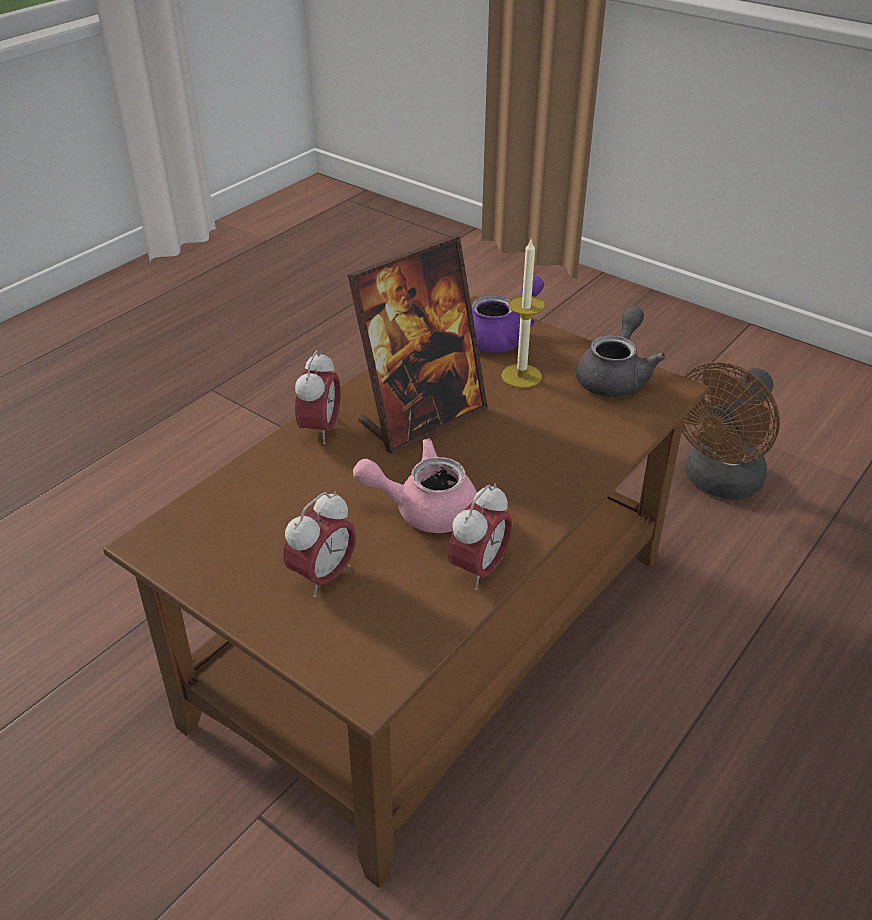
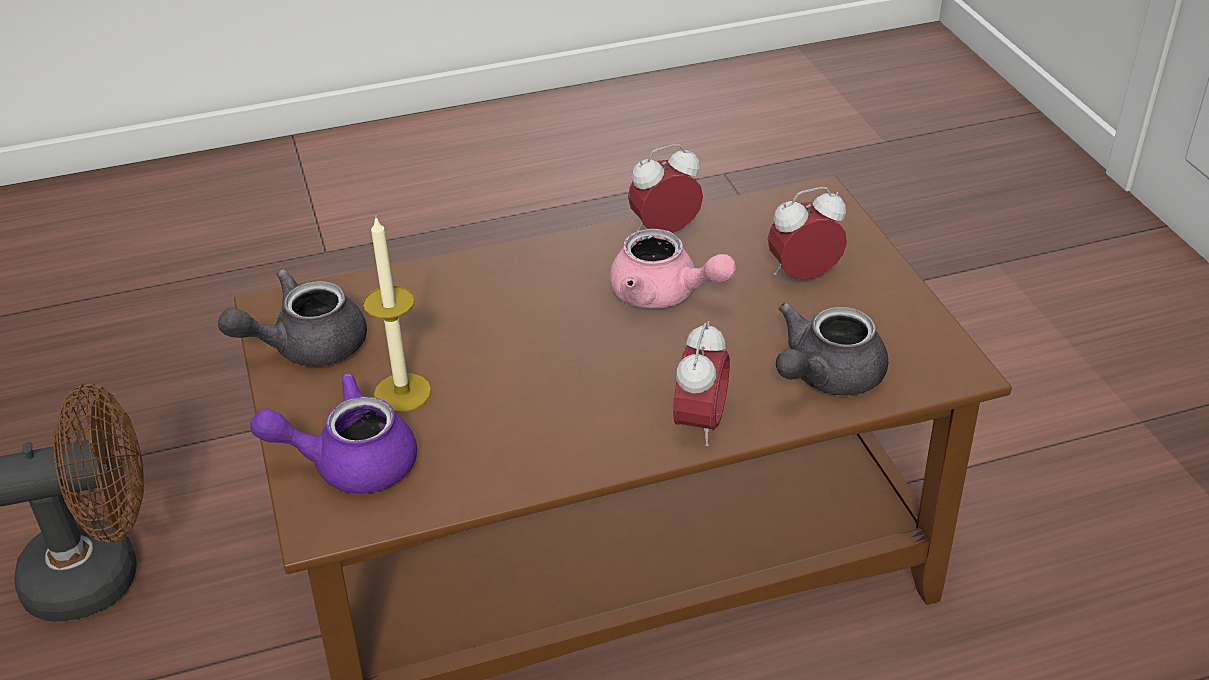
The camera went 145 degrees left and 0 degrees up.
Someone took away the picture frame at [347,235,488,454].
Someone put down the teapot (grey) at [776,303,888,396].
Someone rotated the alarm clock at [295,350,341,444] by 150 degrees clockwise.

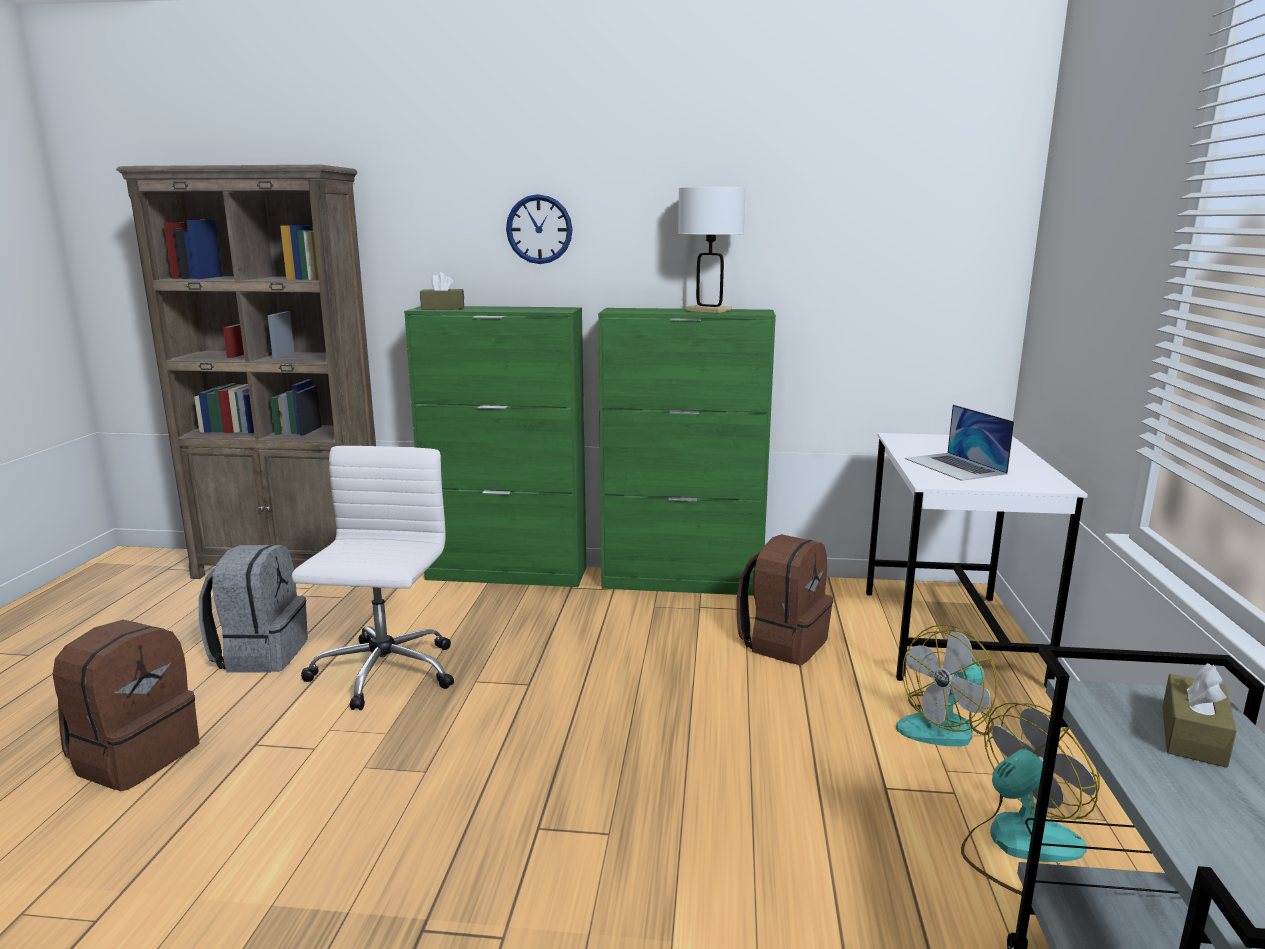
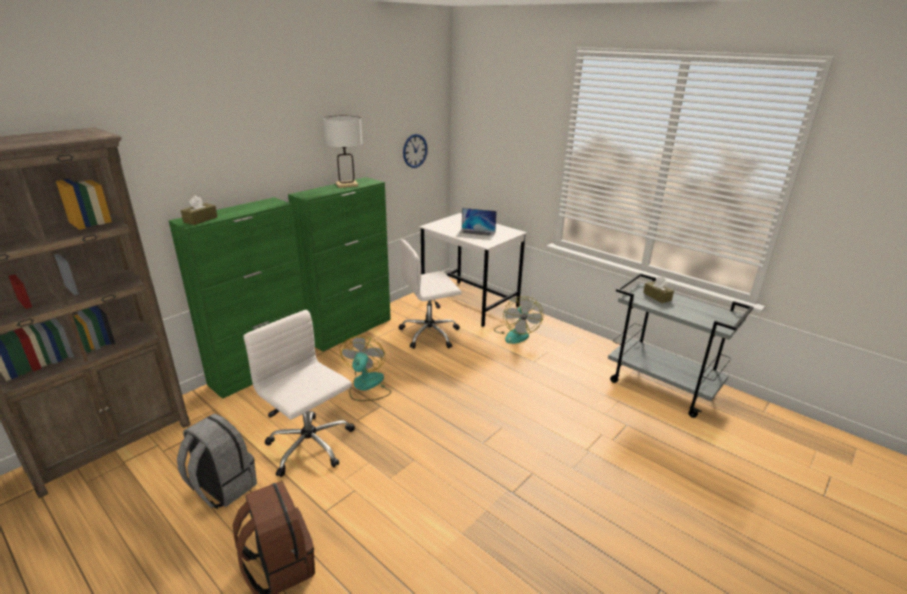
The camera went 55 degrees left and 10 degrees up.
Someone carried the wall clock from [506,194,573,264] to [403,134,428,168].
Someone carried the fan from [961,702,1100,895] to [340,336,391,401].
Someone swapped the backpack (brown) at [737,534,833,665] for the office chair (white) at [399,239,461,349].

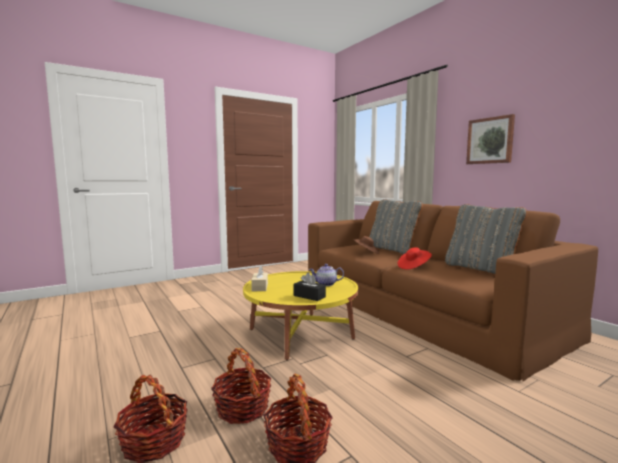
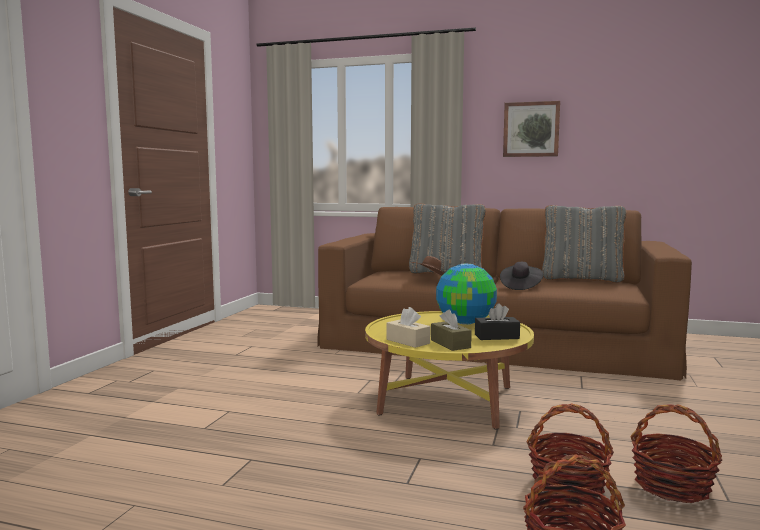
The camera went 40 degrees left and 0 degrees up.
Someone put down the tissue box (brown) at [431,309,472,351].
Someone swapped the teapot at [309,264,344,286] for the globe at [436,264,497,325].
Someone repainted the hat (red) at [397,247,432,269], which became the hat (black) at [500,262,543,290].

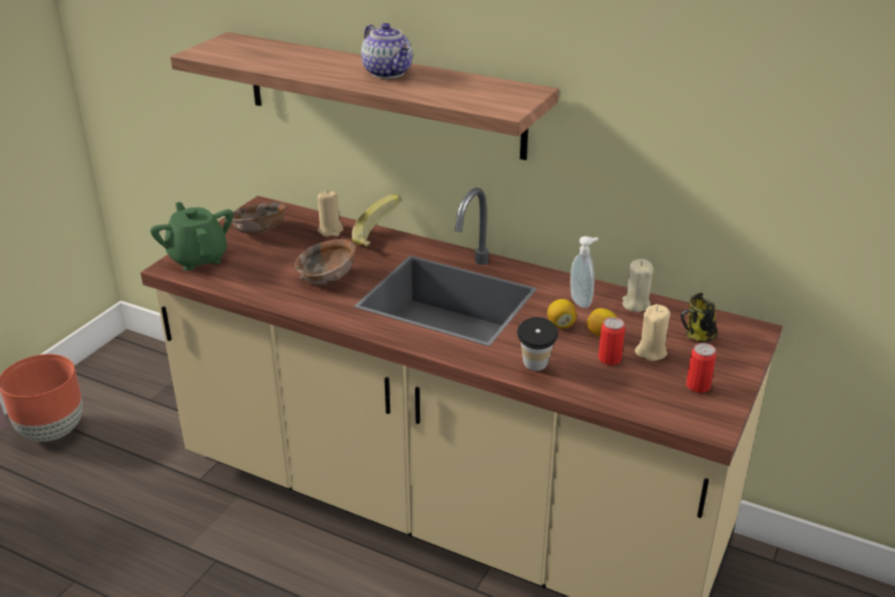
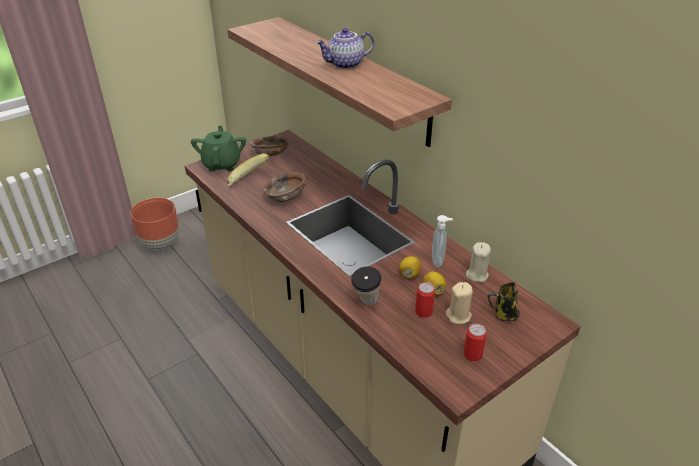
The camera went 25 degrees right and 5 degrees up.
Someone took away the candle (beige) at [318,190,343,237].
Someone carried the banana from [351,194,401,247] to [227,153,269,187].
Someone rotated the teapot at [361,23,413,79] by 75 degrees clockwise.

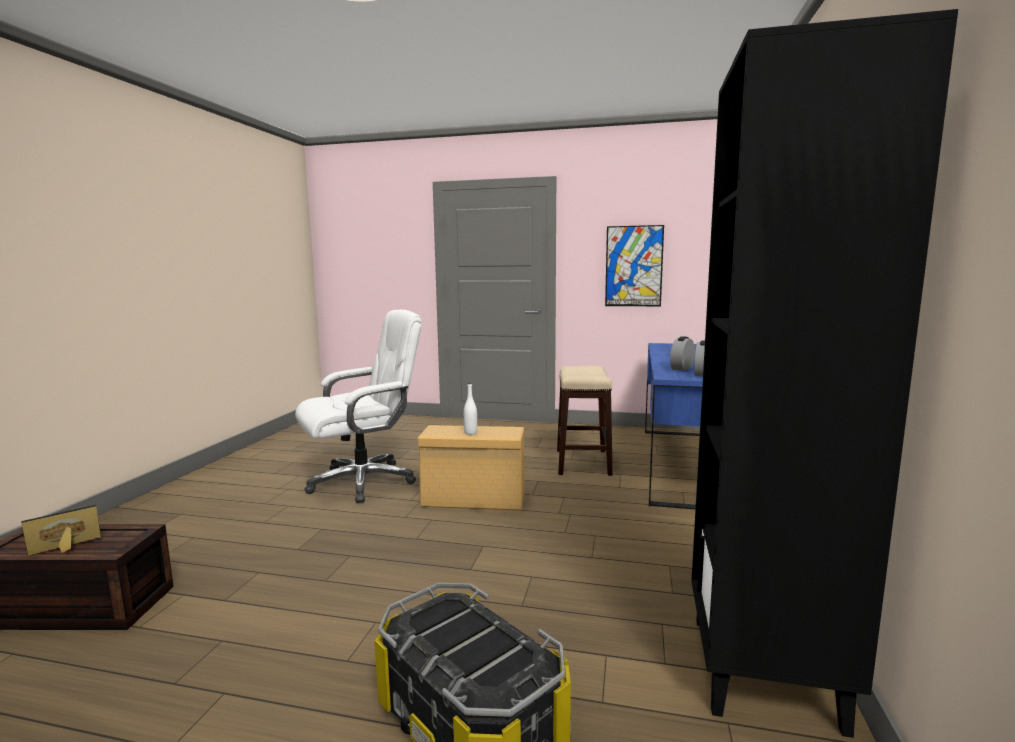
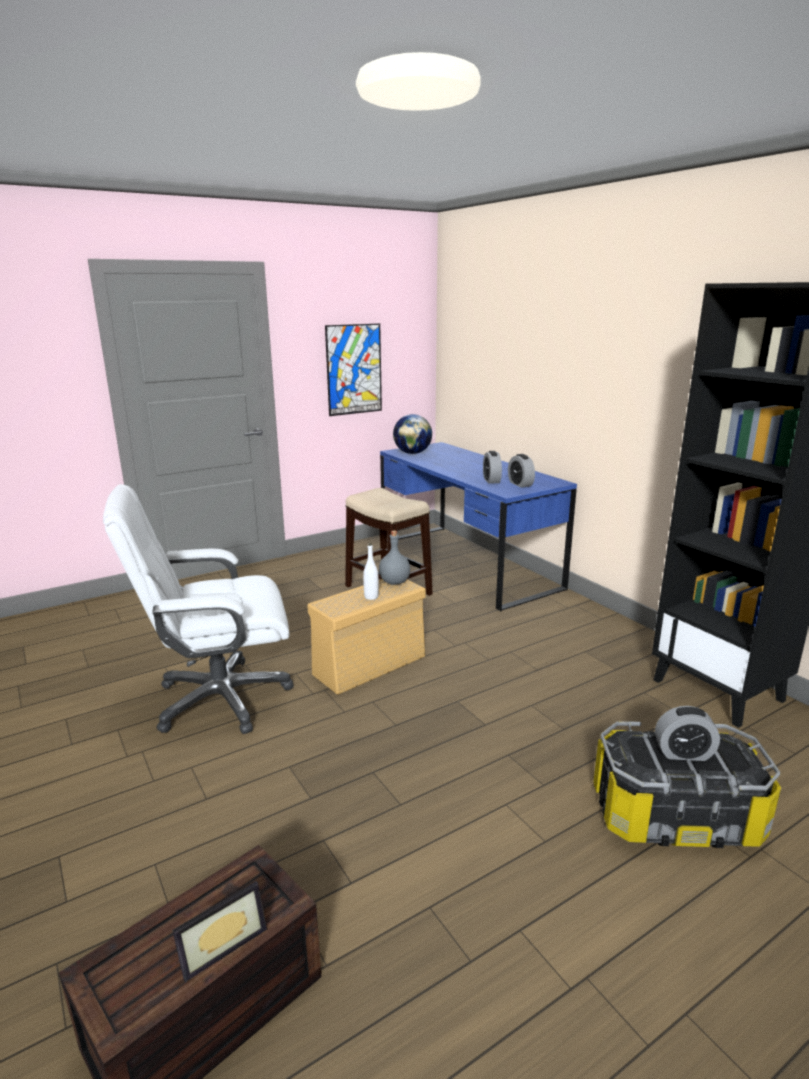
The camera went 45 degrees left and 10 degrees up.
Someone put down the bottle (grey) at [379,530,410,585].
Someone put down the globe at [393,414,432,454].
Someone put down the alarm clock at [655,706,720,761].
Someone rotated the picture frame at [21,505,101,556] by 135 degrees counterclockwise.
Someone rotated the office chair (white) at [295,310,422,503] by 120 degrees counterclockwise.

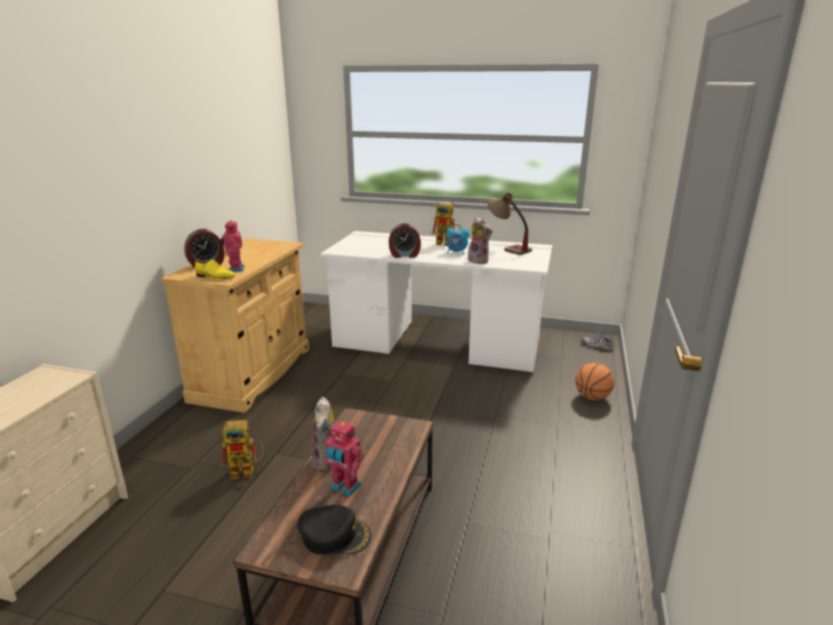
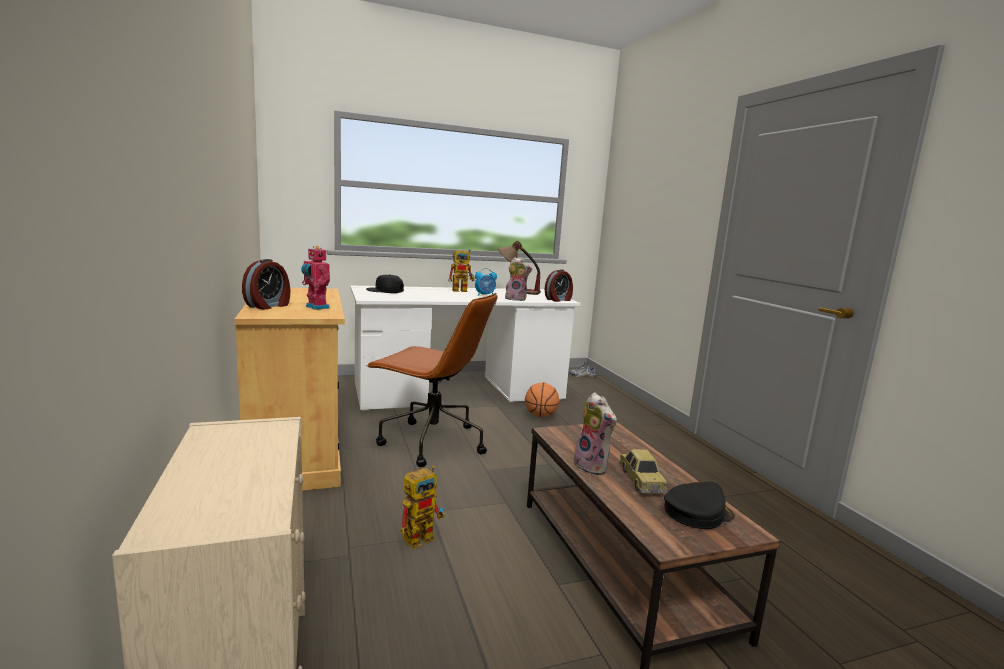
The camera went 35 degrees left and 10 degrees down.
Someone took away the shoe (yellow) at [195,259,235,279].
Someone put down the cap (black) at [366,275,404,293].
Someone put down the office chair (brown) at [366,293,498,467].
Someone carried the alarm clock from [389,223,421,258] to [545,269,573,302].
Someone carried the basketball from [575,363,614,400] to [525,382,559,417].
Someone swapped the toy robot at [323,421,364,496] for the toy car at [619,449,667,494].

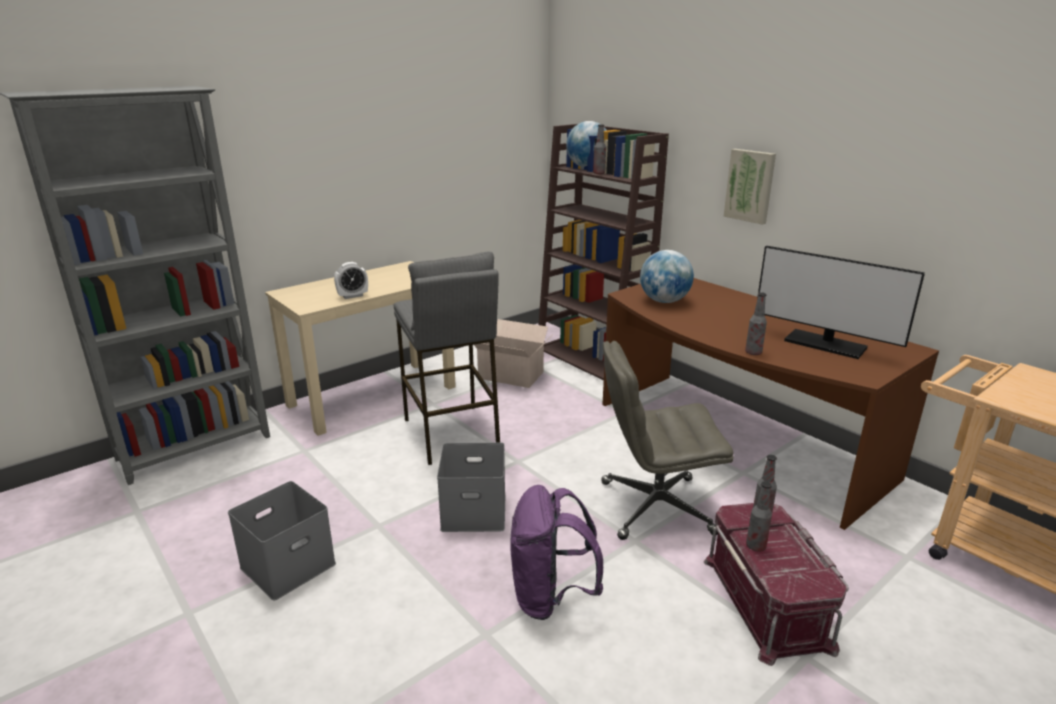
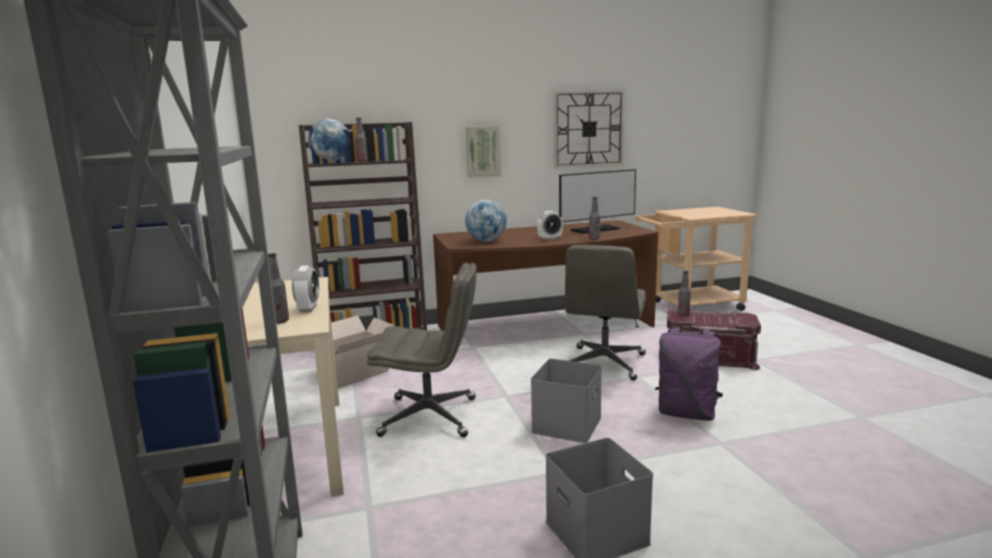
The camera went 65 degrees left and 10 degrees down.
Someone put down the alarm clock at [537,211,563,240].
Someone put up the wall clock at [554,90,625,169].
Someone carried the bottle from [746,481,772,552] to [268,253,289,324].
Someone swapped the stool (grey) at [393,252,500,465] for the office chair (grey) at [367,263,477,437].

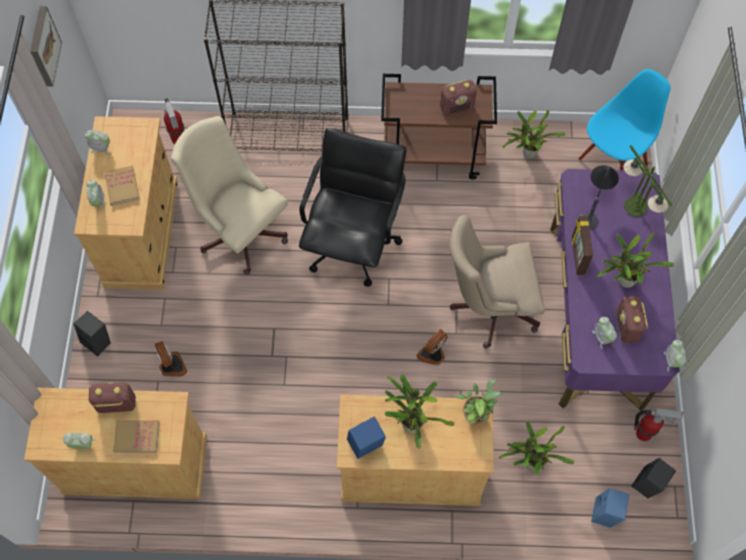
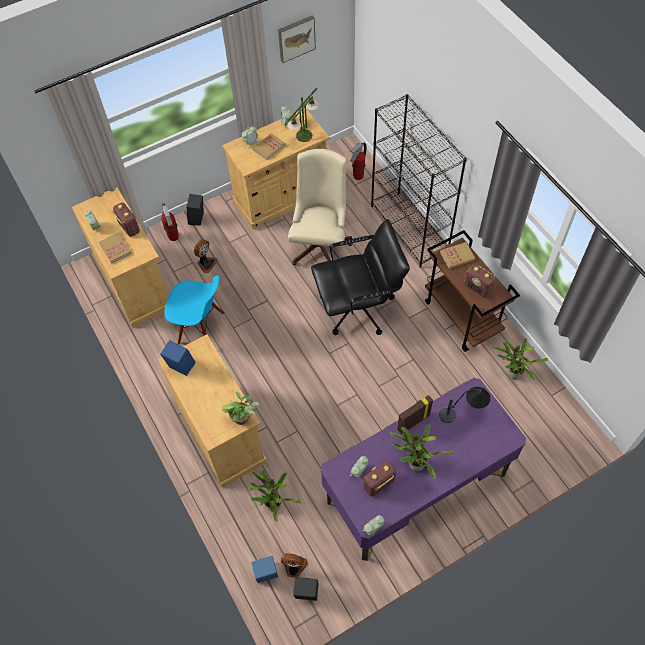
The camera went 60 degrees right and 5 degrees down.
Someone took away the potted plant at [385,375,454,449].
Someone took away the office chair (beige) at [449,215,545,349].
Someone put down the book at [440,242,475,269].
Someone carried the fan from [416,330,448,365] to [281,553,308,578].
Someone carried the chair (blue) from [578,69,671,170] to [164,275,225,344].
Someone carried the table lamp from [623,145,672,217] to [287,88,319,142].
Someone carried the fire extinguisher from [634,408,683,441] to [161,203,179,241].

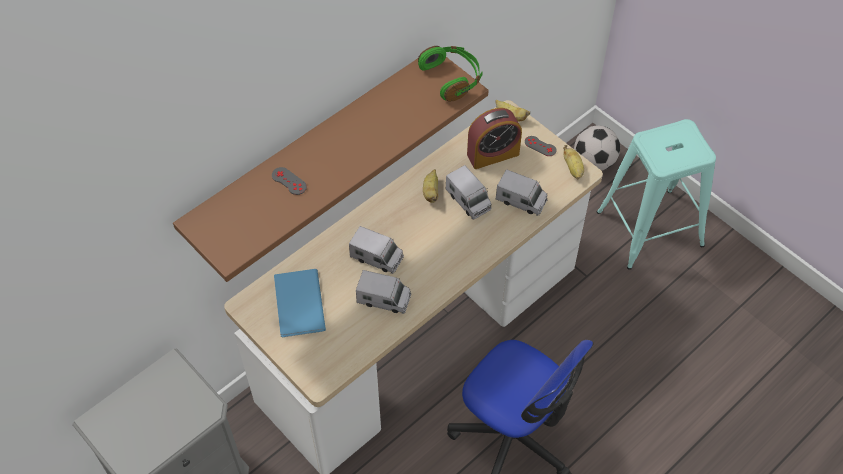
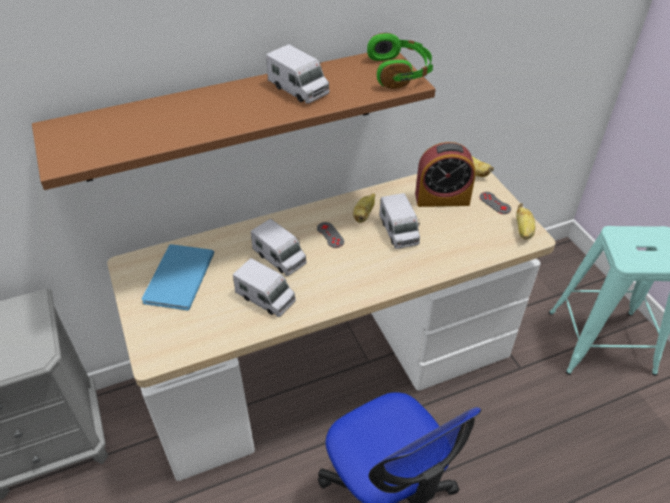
The camera went 20 degrees right and 10 degrees down.
Someone took away the football at [574,125,620,171].
Someone carried the game controller (grey) from [272,167,307,195] to [317,222,344,248].
Someone carried the toy truck from [496,169,548,216] to [266,44,330,104].

